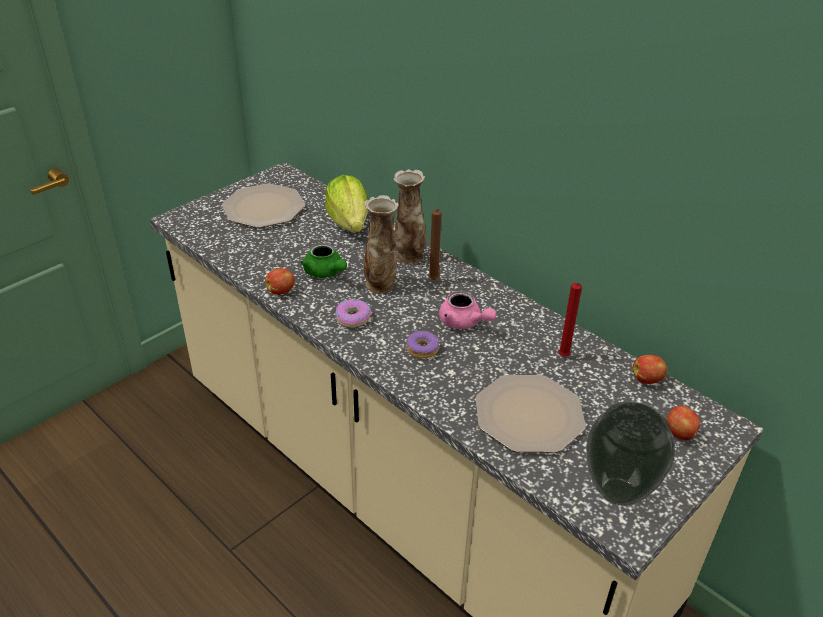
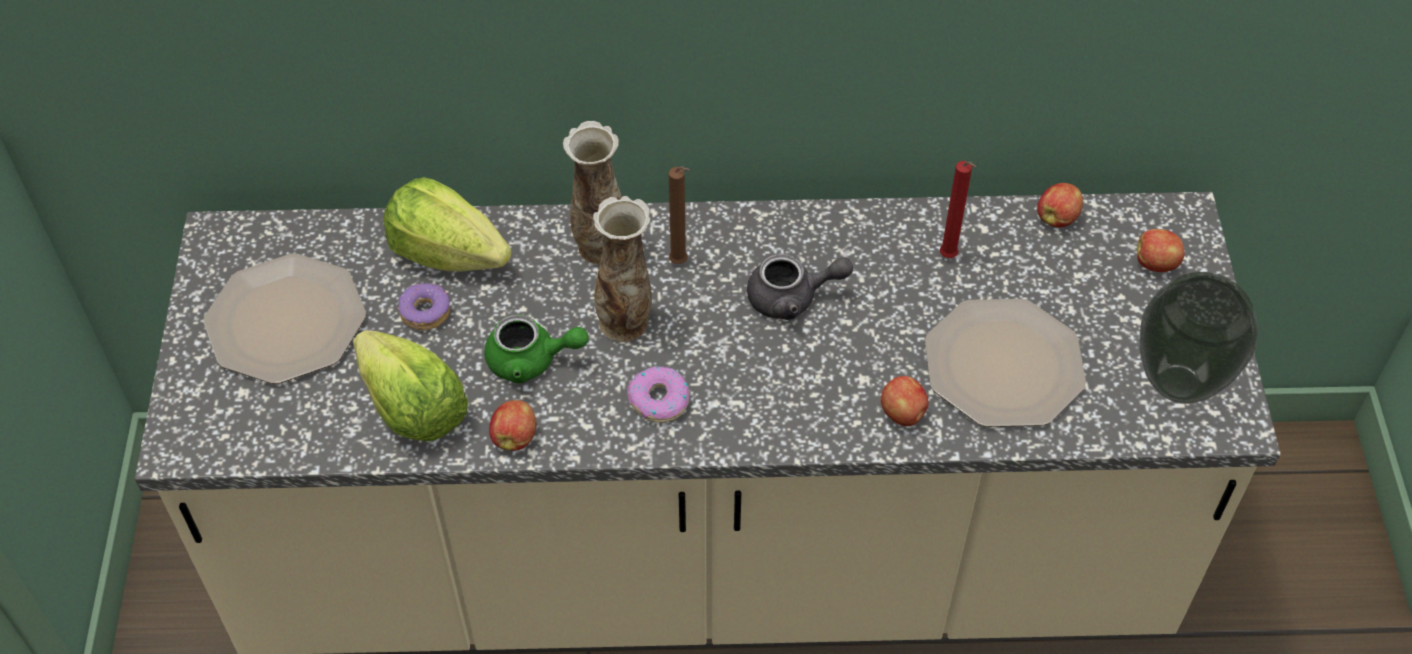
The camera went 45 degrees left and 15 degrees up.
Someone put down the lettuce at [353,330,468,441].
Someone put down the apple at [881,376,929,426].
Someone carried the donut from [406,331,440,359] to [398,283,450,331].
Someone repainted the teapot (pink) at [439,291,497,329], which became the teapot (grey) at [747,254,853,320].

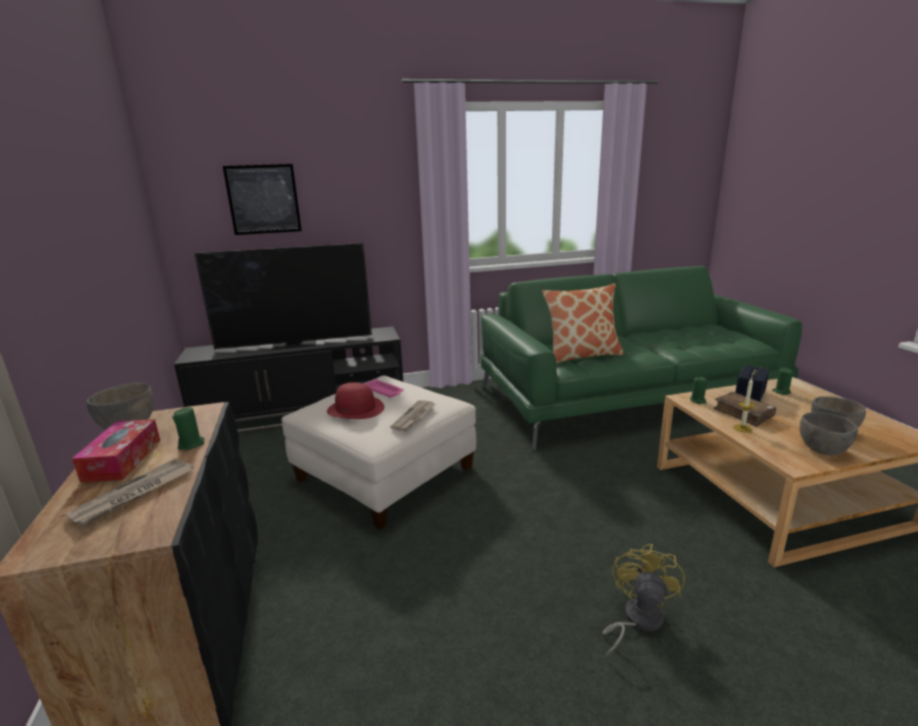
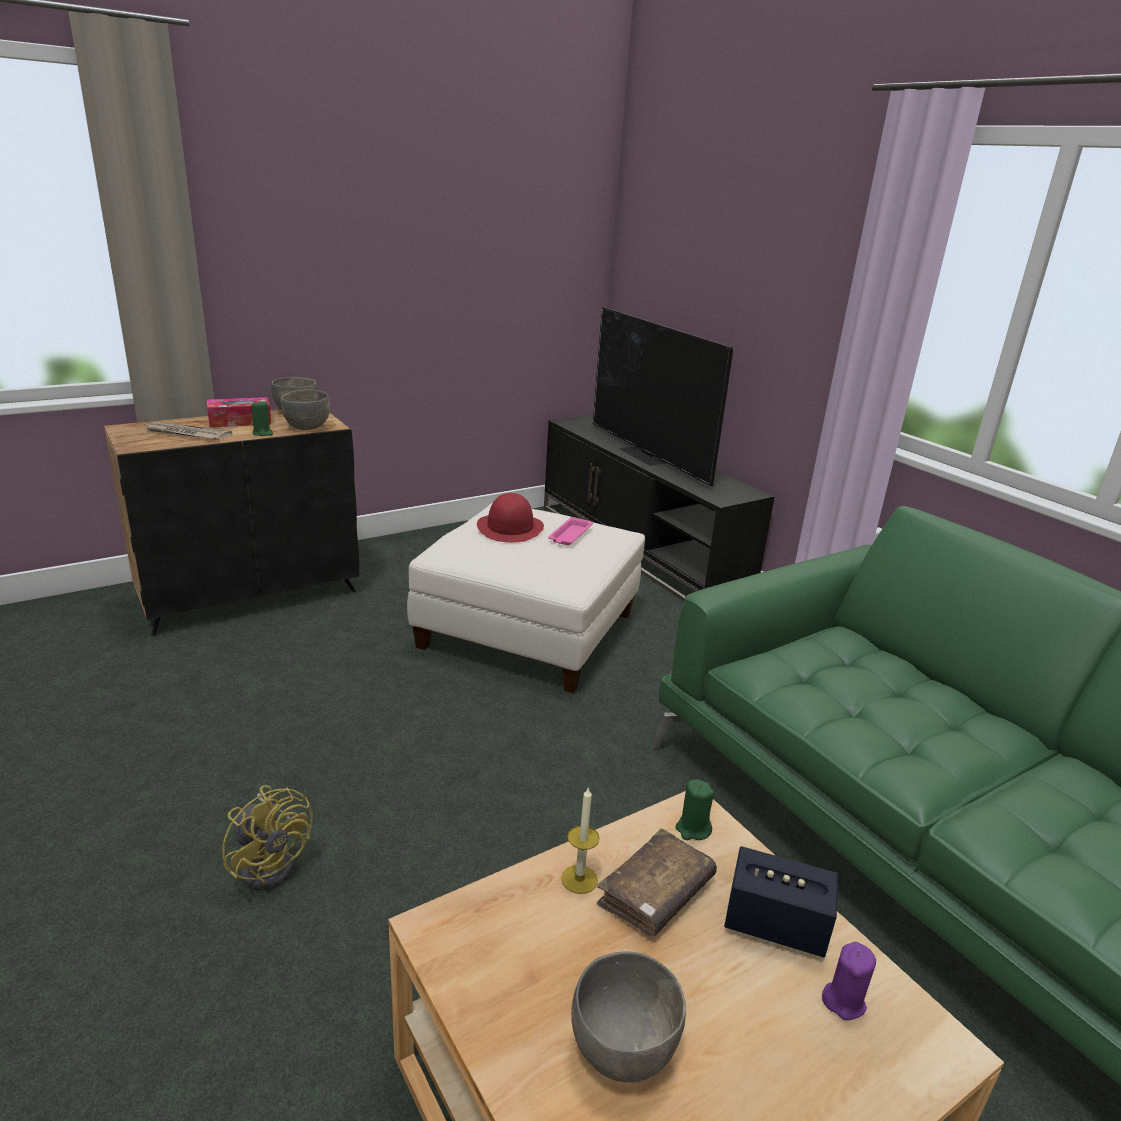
The camera went 70 degrees right and 5 degrees up.
Someone took away the picture at [223,164,302,235].
Someone took away the newspaper at [390,400,435,431].
Someone took away the pillow at [542,283,624,363].
Someone carried the bowl (grey) from [800,412,858,455] to [281,390,330,430].
Someone repainted the candle (green) at [772,368,794,395], which became the candle (purple) at [822,942,876,1020].
Someone rotated the fan (yellow) at [603,544,685,657] by 45 degrees clockwise.

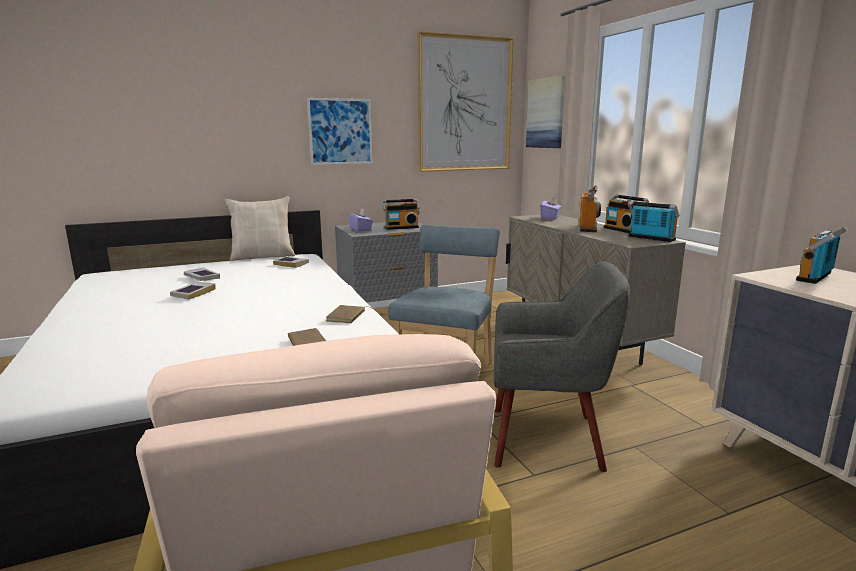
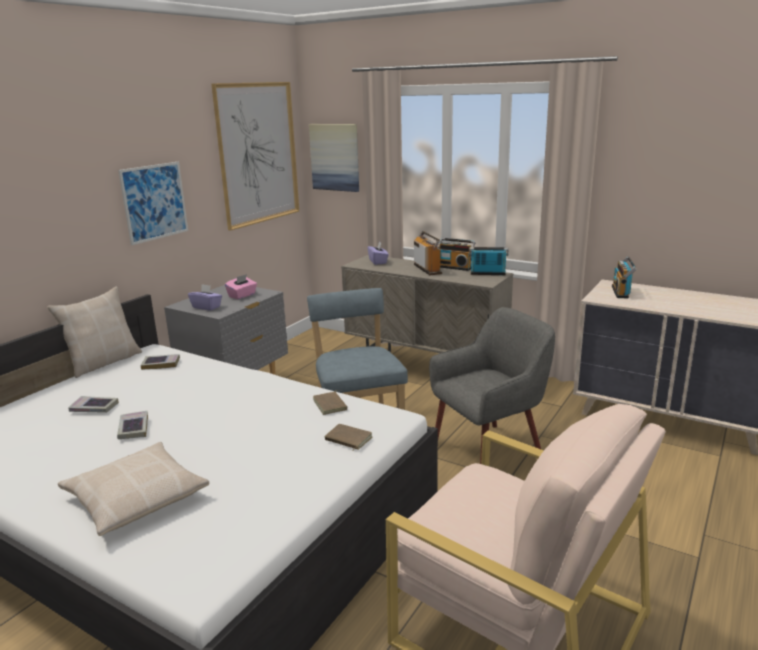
The camera went 35 degrees left and 5 degrees up.
Someone put down the pillow (beige) at [58,442,209,536].
Someone swapped the radio at [382,199,420,230] for the tissue box (pink) at [225,274,257,299].

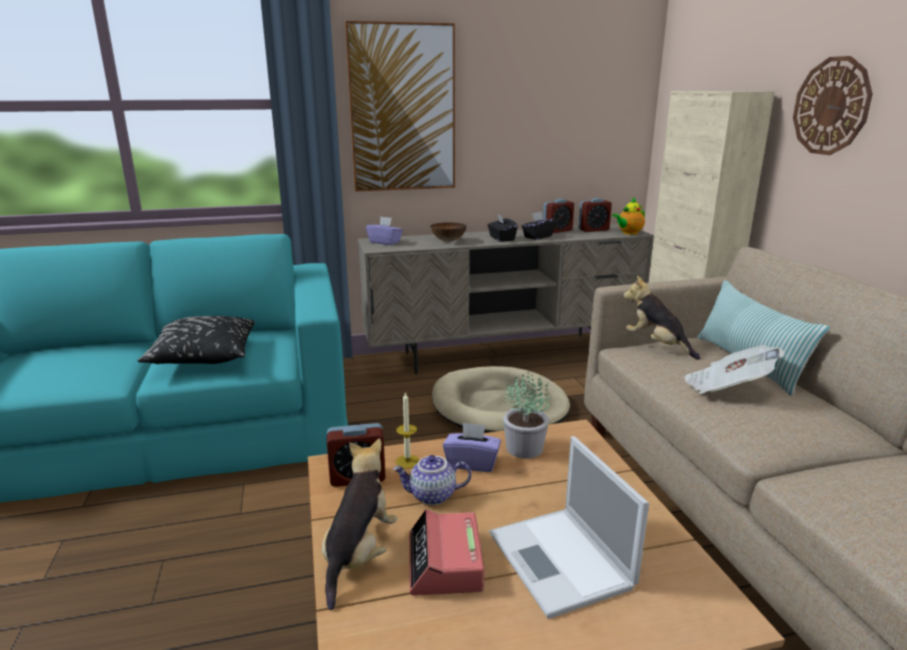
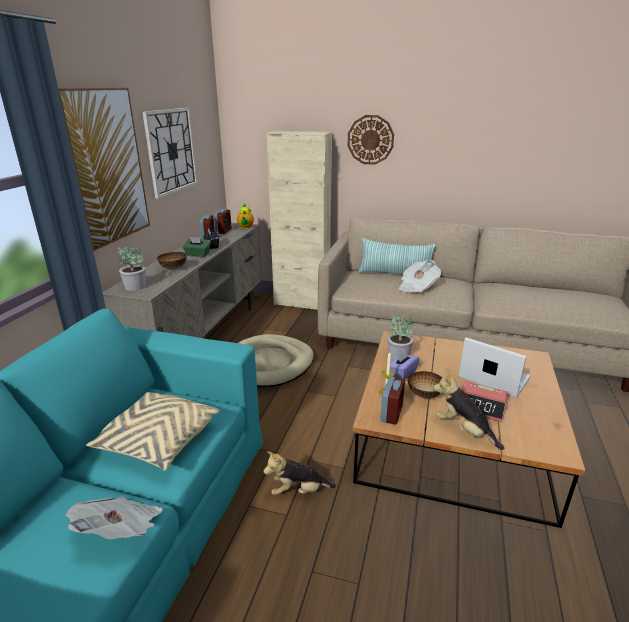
The camera went 60 degrees left and 5 degrees up.
Someone put down the newspaper at [66,497,163,539].
Someone put up the wall clock at [142,108,198,198].
Someone carried the plush toy from [623,276,701,360] to [263,451,336,495].
Someone swapped the tissue box (purple) at [366,217,403,245] for the potted plant at [118,244,146,291].
Someone swapped the teapot at [393,455,471,505] for the bowl at [407,371,442,399].
Someone repainted the pillow (black) at [138,316,255,364], which became the pillow (beige) at [86,392,221,471].
Someone repainted the tissue box (black) at [488,214,518,242], which became the tissue box (green) at [183,237,211,257].
Someone rotated the laptop at [489,436,649,619] by 150 degrees counterclockwise.

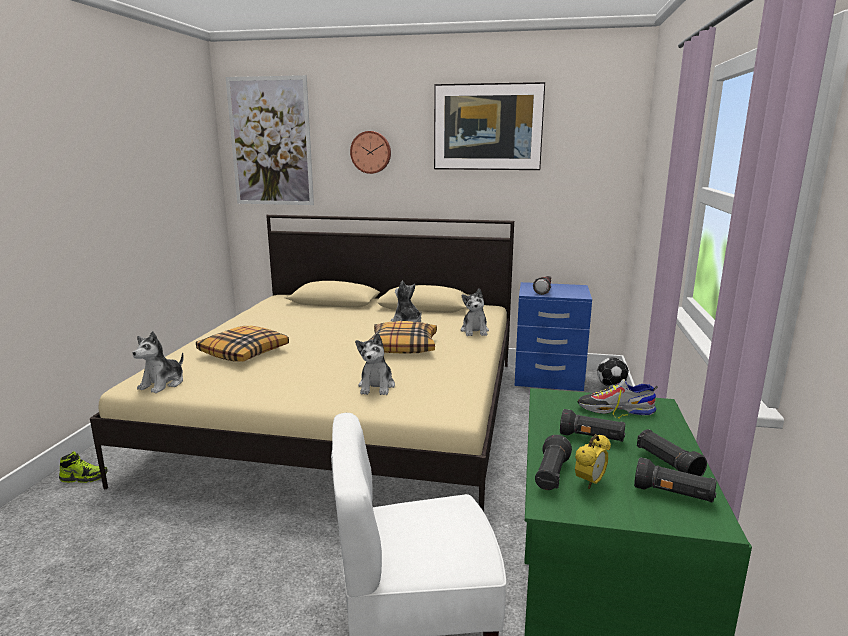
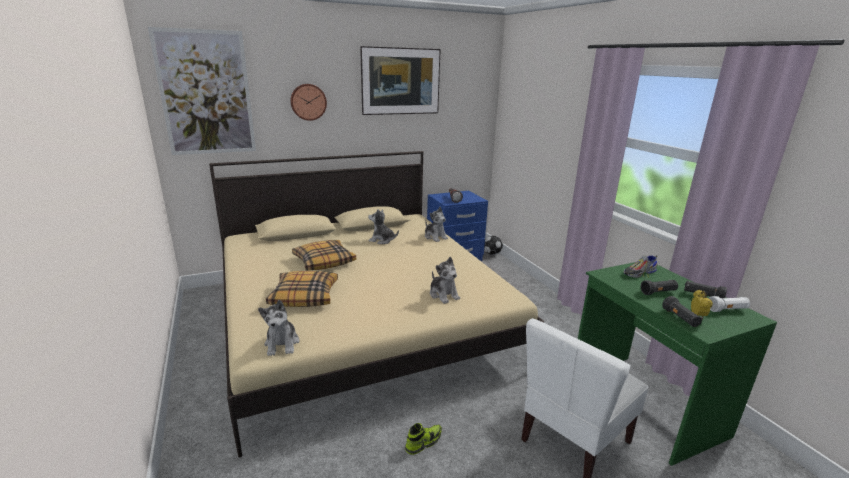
The camera went 35 degrees left and 5 degrees up.
Someone carried the shoe from [59,451,108,483] to [405,423,442,455].
Someone carried the pillow from [368,321,437,354] to [292,240,356,270].
Someone repainted the flashlight (black) at [634,458,717,502], which became the flashlight (white) at [709,296,750,312].

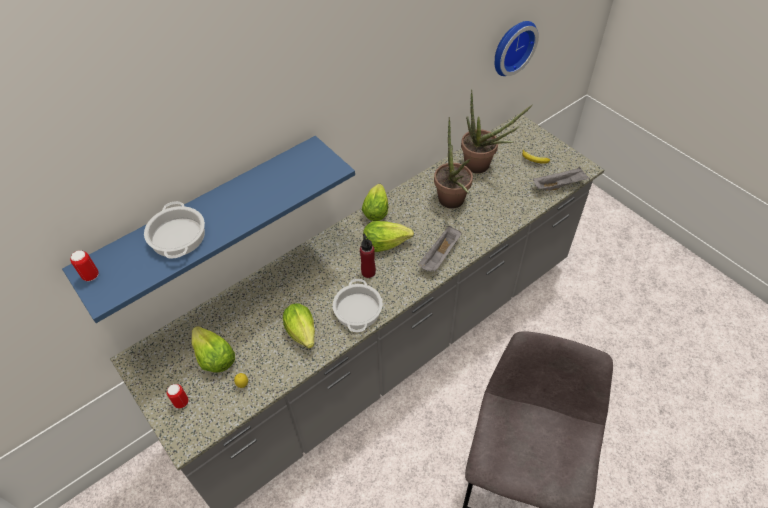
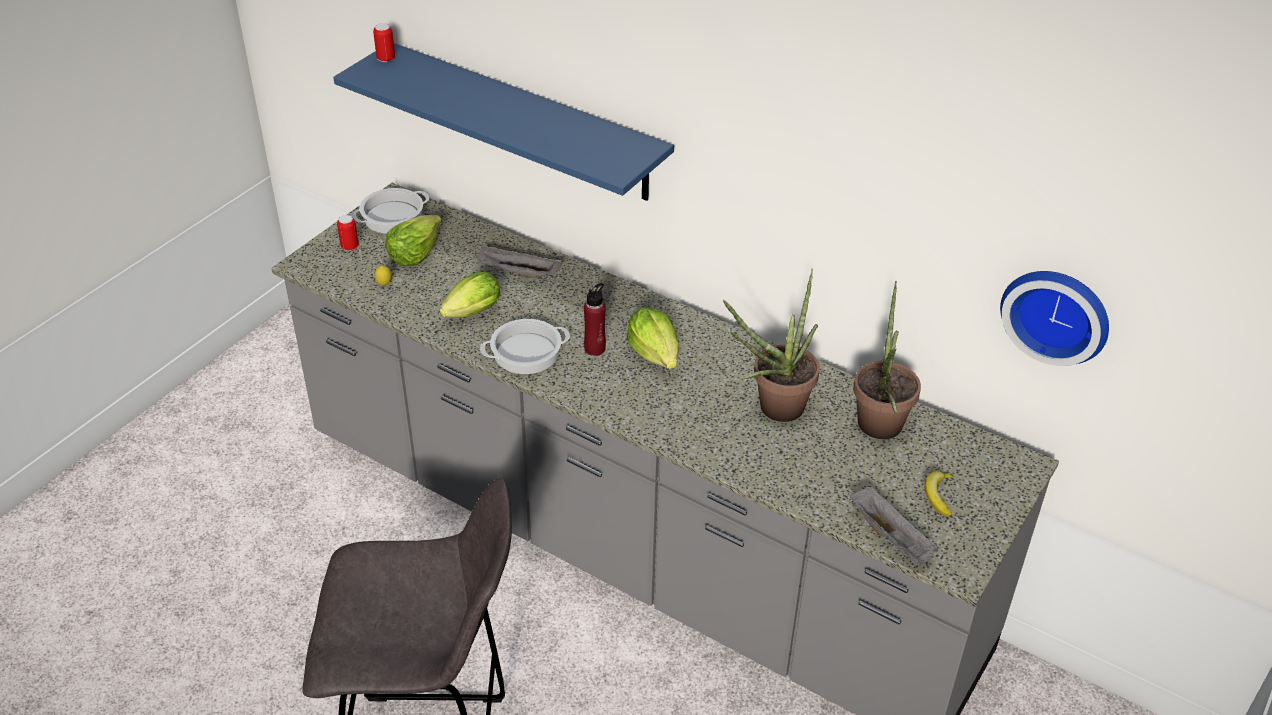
The camera went 70 degrees right and 10 degrees down.
Someone took away the lettuce at [362,184,388,221].
Someone carried the cooking pot from [144,201,205,259] to [352,188,429,234].
Someone carried the tray (grey) from [418,226,462,272] to [476,245,562,278].

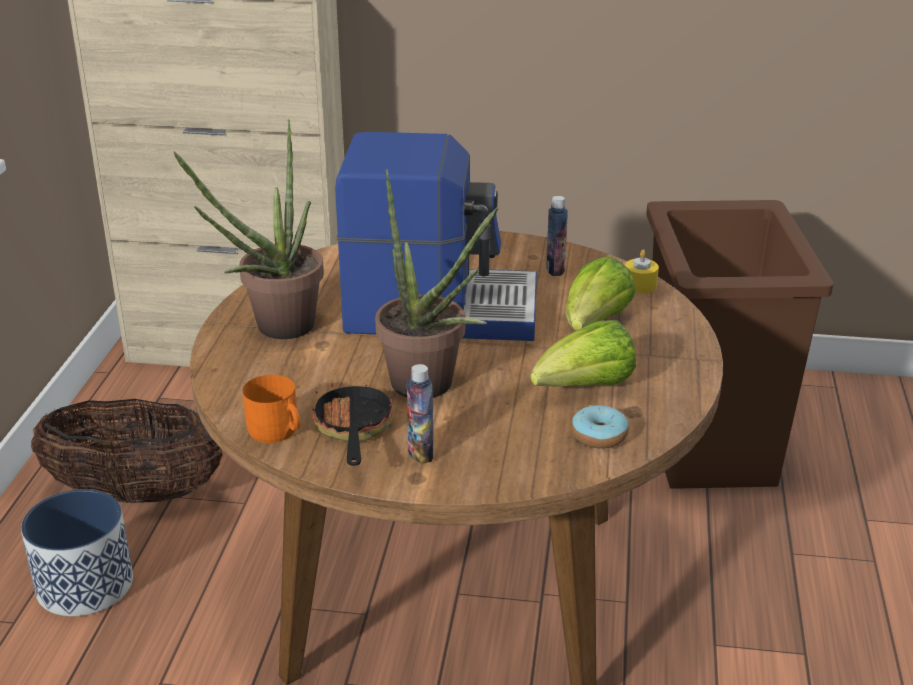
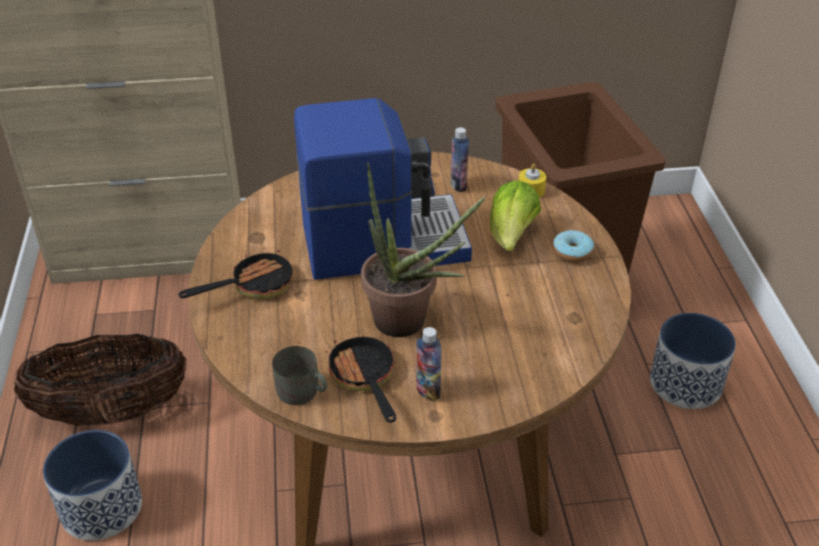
The camera went 15 degrees left and 10 degrees up.
Someone took away the lettuce at [530,320,636,386].
Someone put down the planter at [650,313,736,409].
Someone carried the donut from [571,405,629,448] to [553,230,594,263].
Someone swapped the potted plant at [173,119,324,339] for the frying pan at [178,244,293,300].
Someone repainted the mug (orange) at [242,375,300,443], which became the mug (grey) at [272,346,327,405].

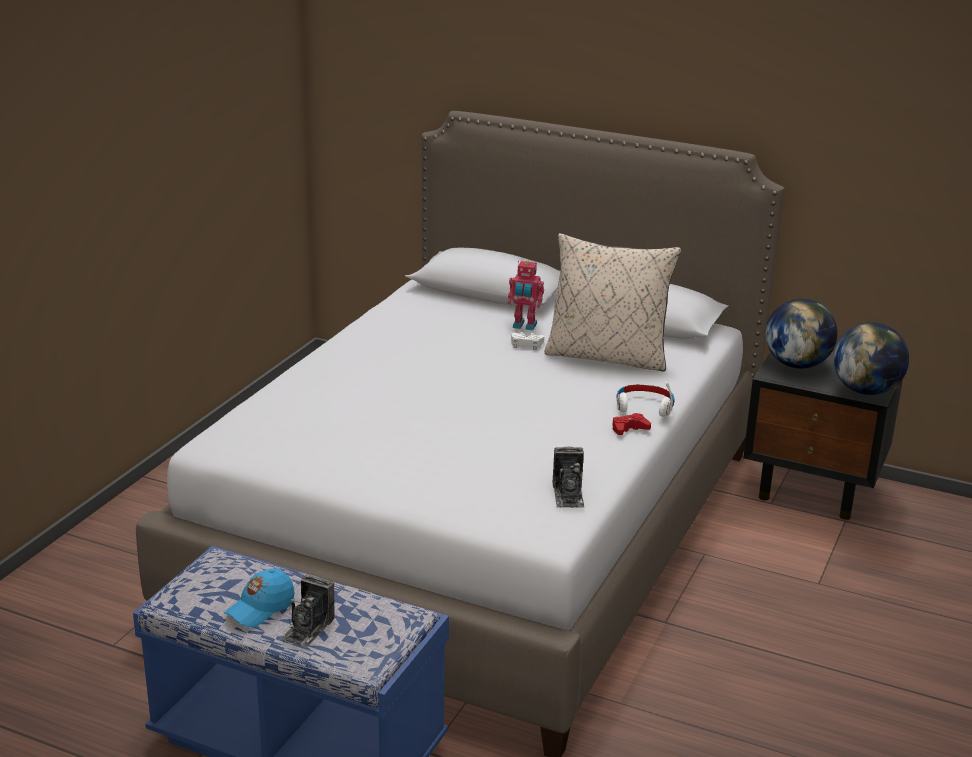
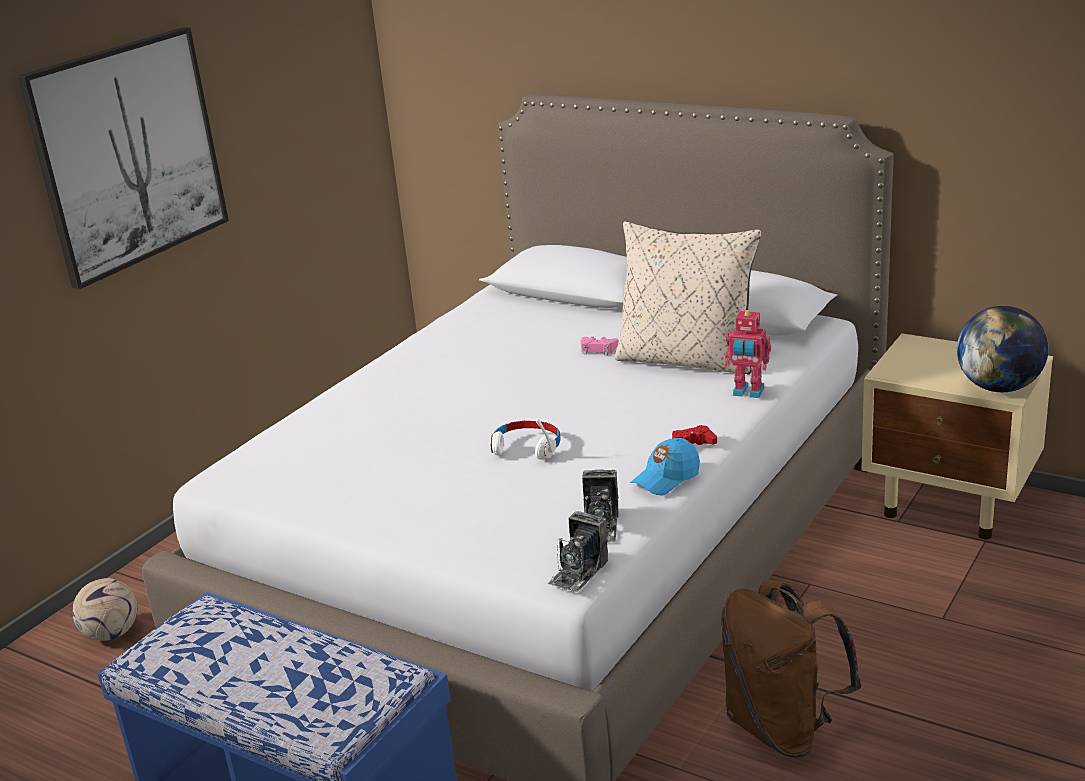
The camera went 10 degrees right and 0 degrees up.
Someone took away the globe at [765,298,838,369].
Someone put up the picture at [17,27,229,290].
Someone put down the football at [72,578,137,641].
Someone put down the backpack (brown) at [721,580,861,757].
Someone carried the cap (blue) from [224,569,295,627] to [630,438,700,495].
Someone carried the photo camera from [280,574,335,647] to [548,511,608,592].
Someone carried the toy robot from [508,260,544,330] to [725,310,771,398].
Someone carried the headphones (white) from [616,382,674,417] to [490,419,560,460].
Someone repainted the game controller (white) at [511,332,544,350], which became the game controller (pink) at [581,336,619,355].
Someone repainted the nightstand (black) at [743,352,903,520], which became the nightstand (beige) at [861,333,1053,539].

